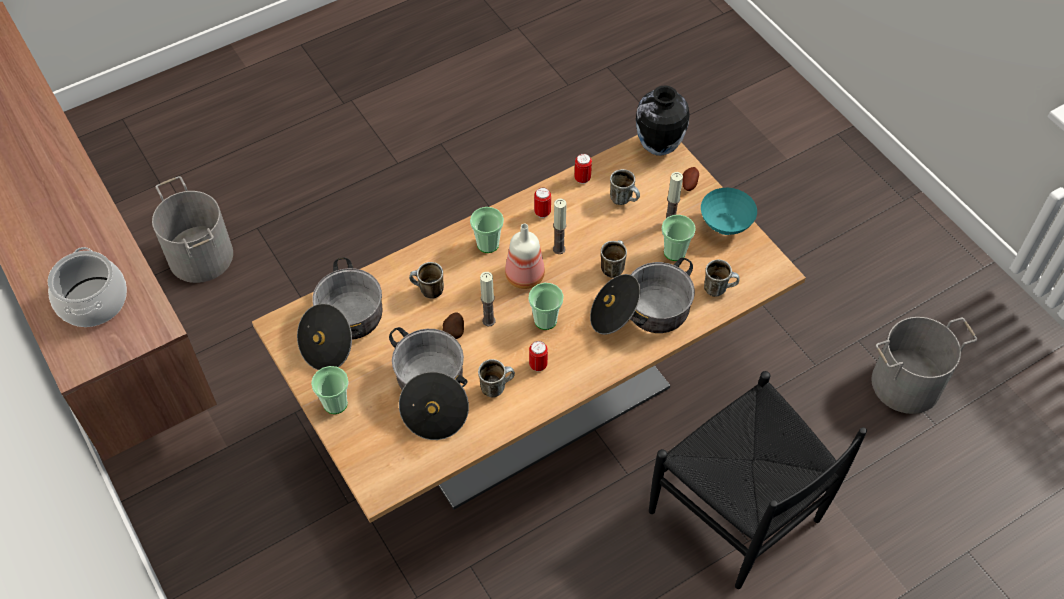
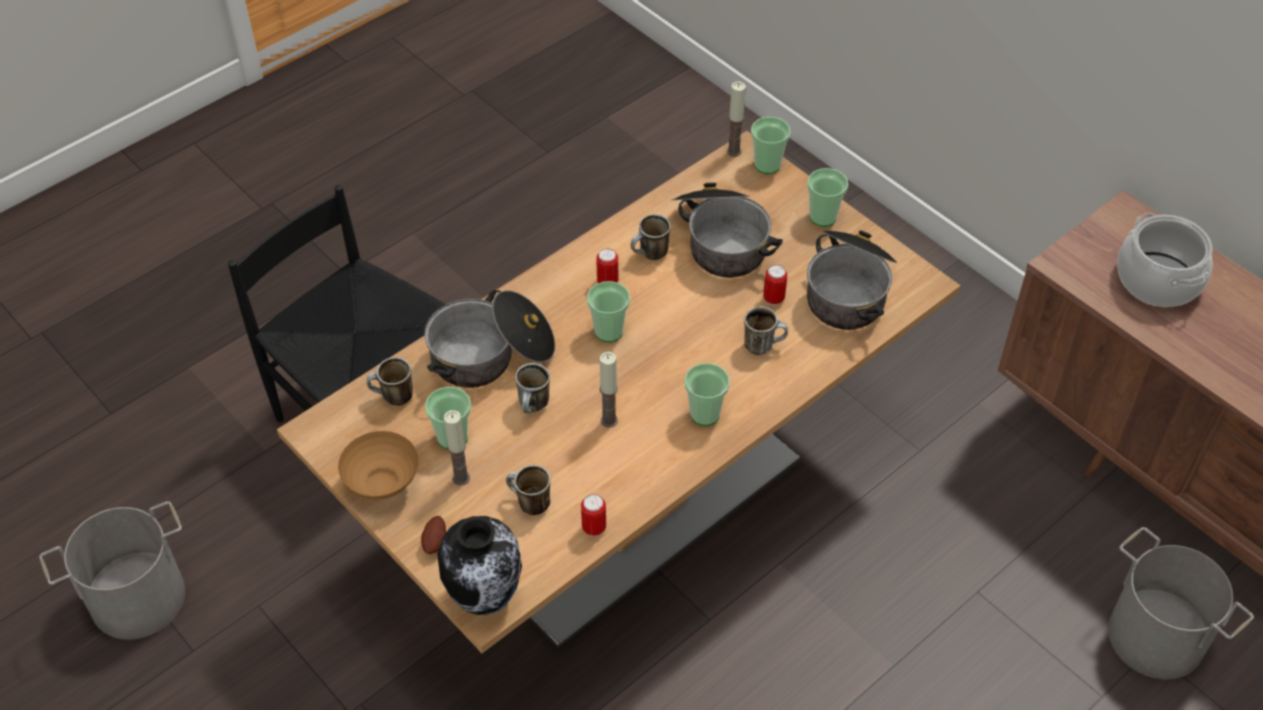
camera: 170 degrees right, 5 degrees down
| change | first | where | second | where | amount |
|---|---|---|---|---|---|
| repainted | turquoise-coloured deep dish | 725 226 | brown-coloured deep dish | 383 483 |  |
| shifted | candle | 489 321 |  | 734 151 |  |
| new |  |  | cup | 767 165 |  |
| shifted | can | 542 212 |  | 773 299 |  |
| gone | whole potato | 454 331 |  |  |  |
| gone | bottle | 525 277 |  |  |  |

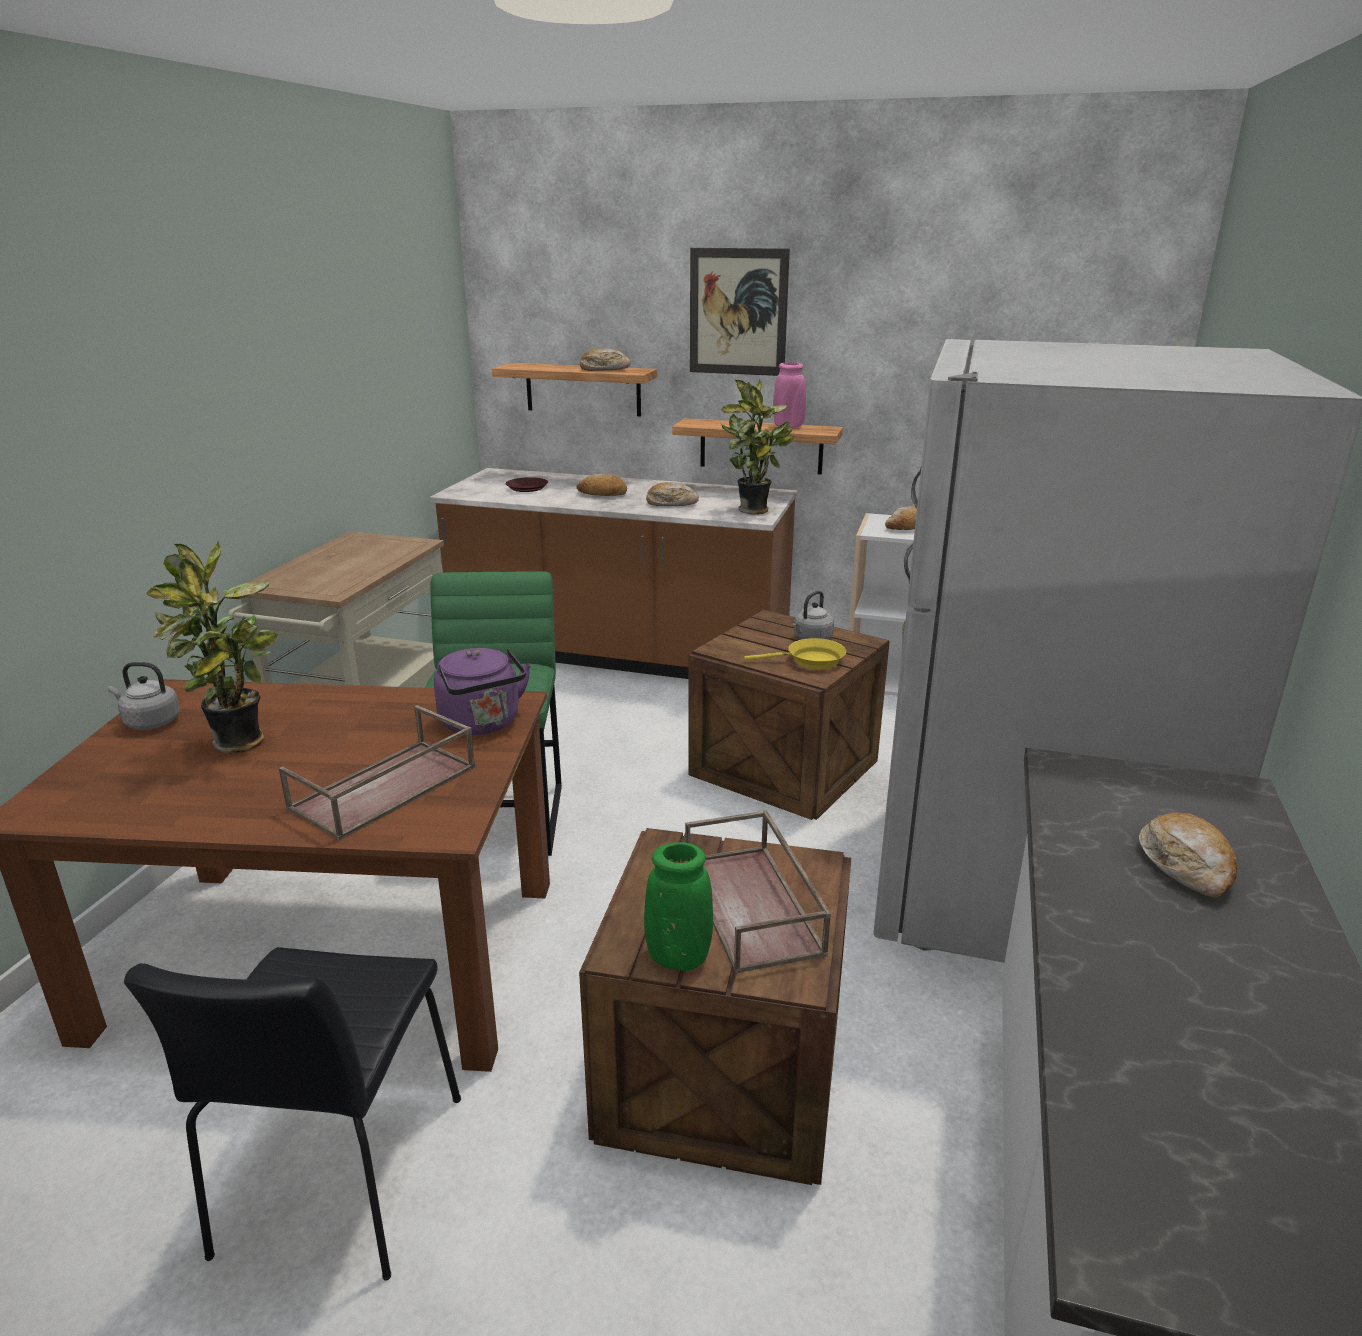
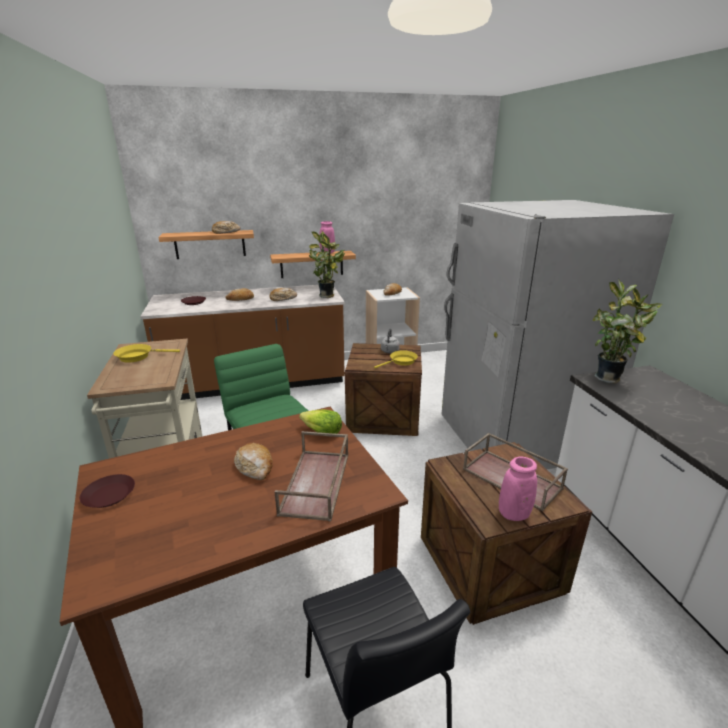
camera: 30 degrees left, 0 degrees up
| change | first | where | second | where | amount |
|---|---|---|---|---|---|
| swapped | grey water kettle | 149 722 | brown-coloured dinner plate | 108 495 |  |
| new |  |  | yellow-coloured frying pan | 138 356 |  |
| shifted | bread | 1186 866 |  | 255 467 |  |
| swapped | purple water kettle | 483 724 | head of lettuce | 321 432 |  |
| repainted | green vase | 678 957 | pinkish vase | 514 514 |  |
| shifted | plant in a pot | 240 745 |  | 610 379 |  |
| gone | picture | 738 312 |  |  |  |

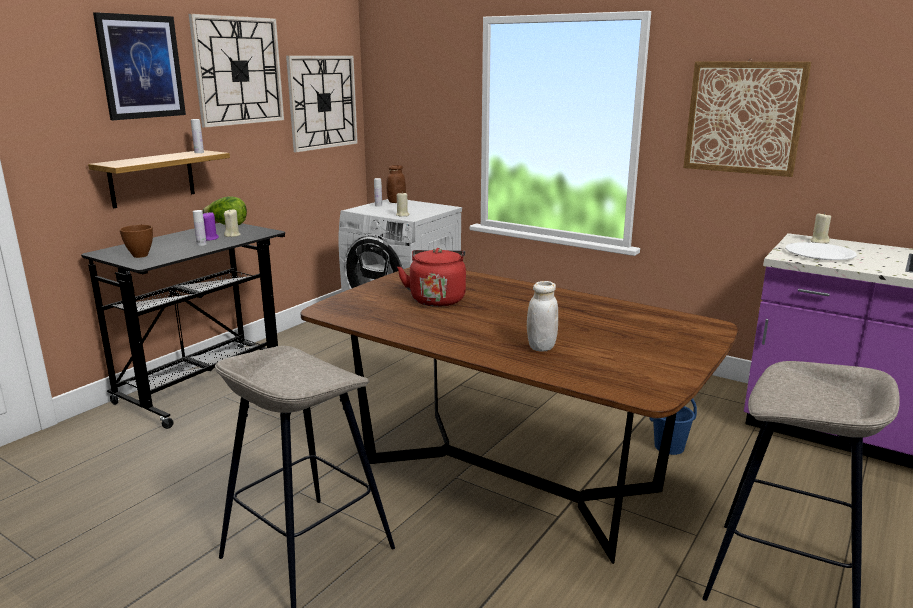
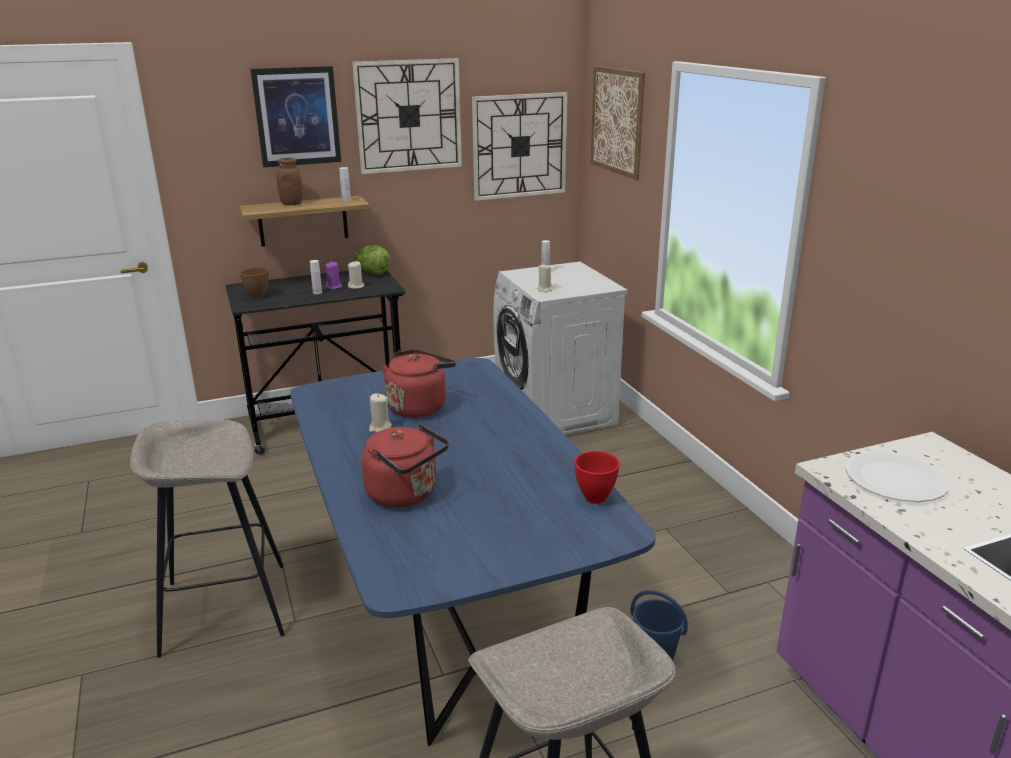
camera: 35 degrees right, 5 degrees up
| change | first | where | second | where | amount |
|---|---|---|---|---|---|
| shifted | brown-coloured jar | 396 202 |  | 292 204 |  |
| repainted | brown-coloured dinner table | 509 476 | blue dinner table | 452 613 |  |
| swapped | whitish jar | 541 347 | reddish water kettle | 406 494 |  |
| shifted | beige candle | 819 241 |  | 380 428 |  |
| new |  |  | reddish deep dish | 594 498 |  |
| shifted | picture | 743 116 |  | 617 120 |  |

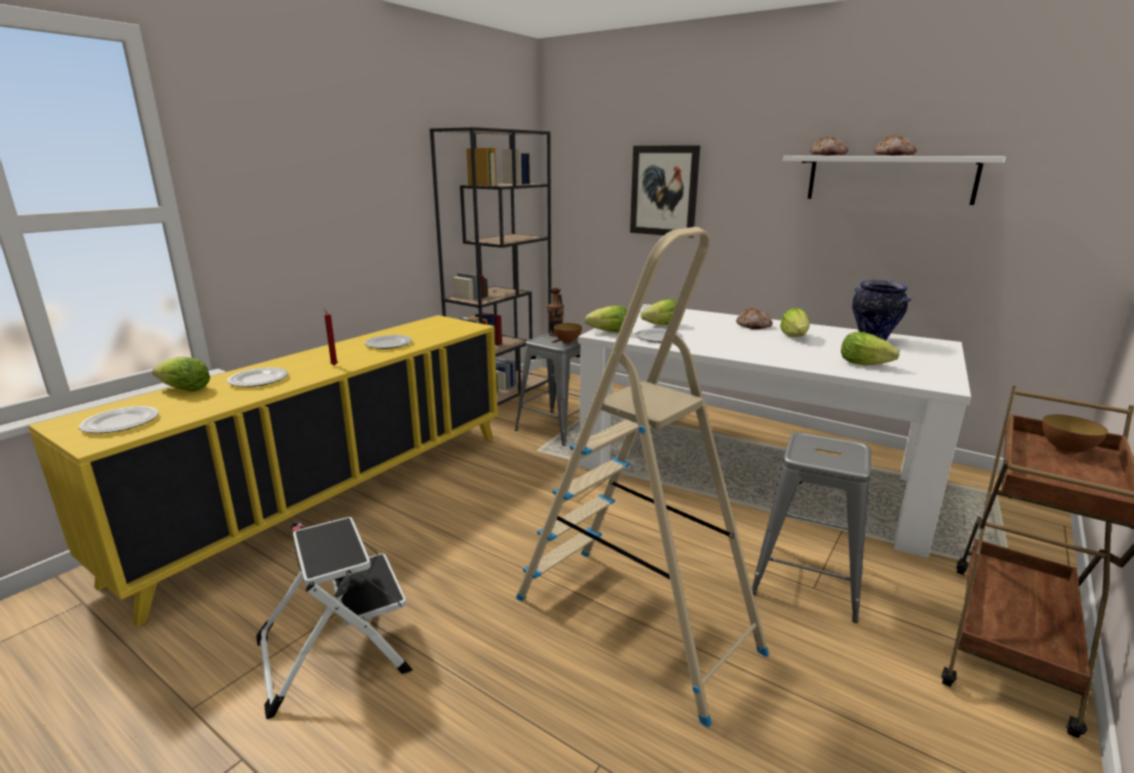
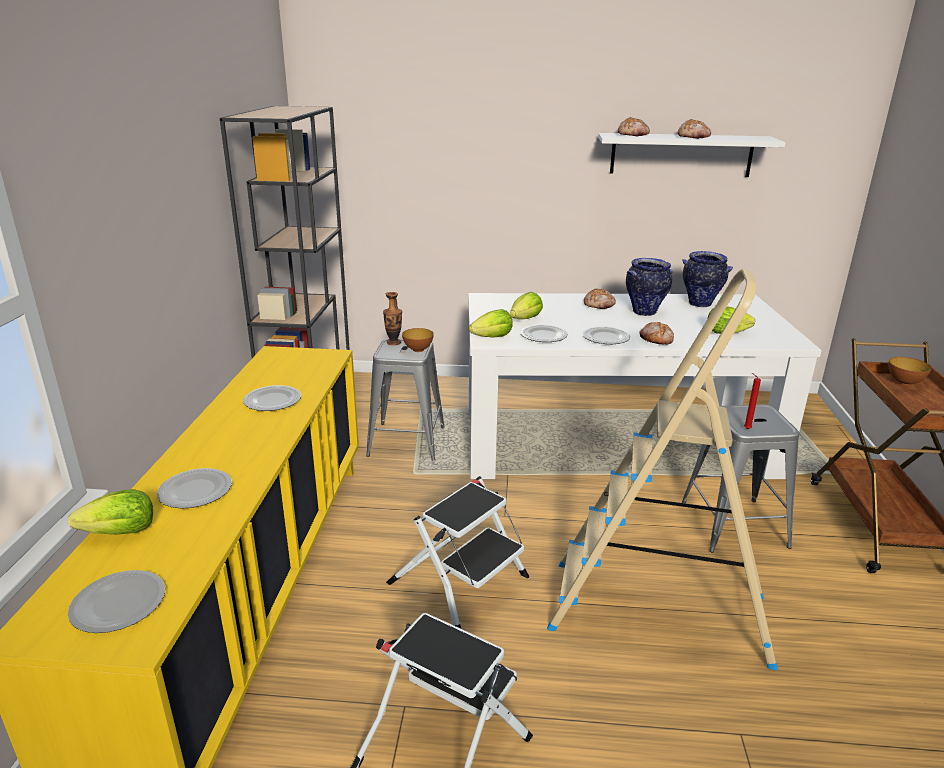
camera: 30 degrees left, 5 degrees up
| change | first | where | second | where | amount |
|---|---|---|---|---|---|
| new |  |  | step ladder | 458 582 |  |
| new |  |  | dinner plate | 606 337 |  |
| swapped | head of lettuce | 794 337 | vase | 645 312 |  |
| new |  |  | bread | 656 339 |  |
| shifted | reddish candle | 333 365 |  | 746 429 |  |
| gone | picture | 664 191 |  |  |  |

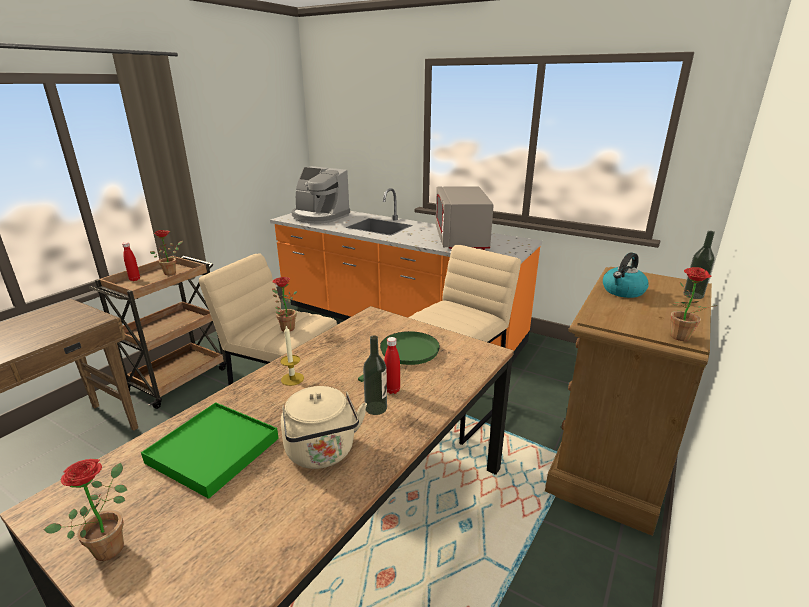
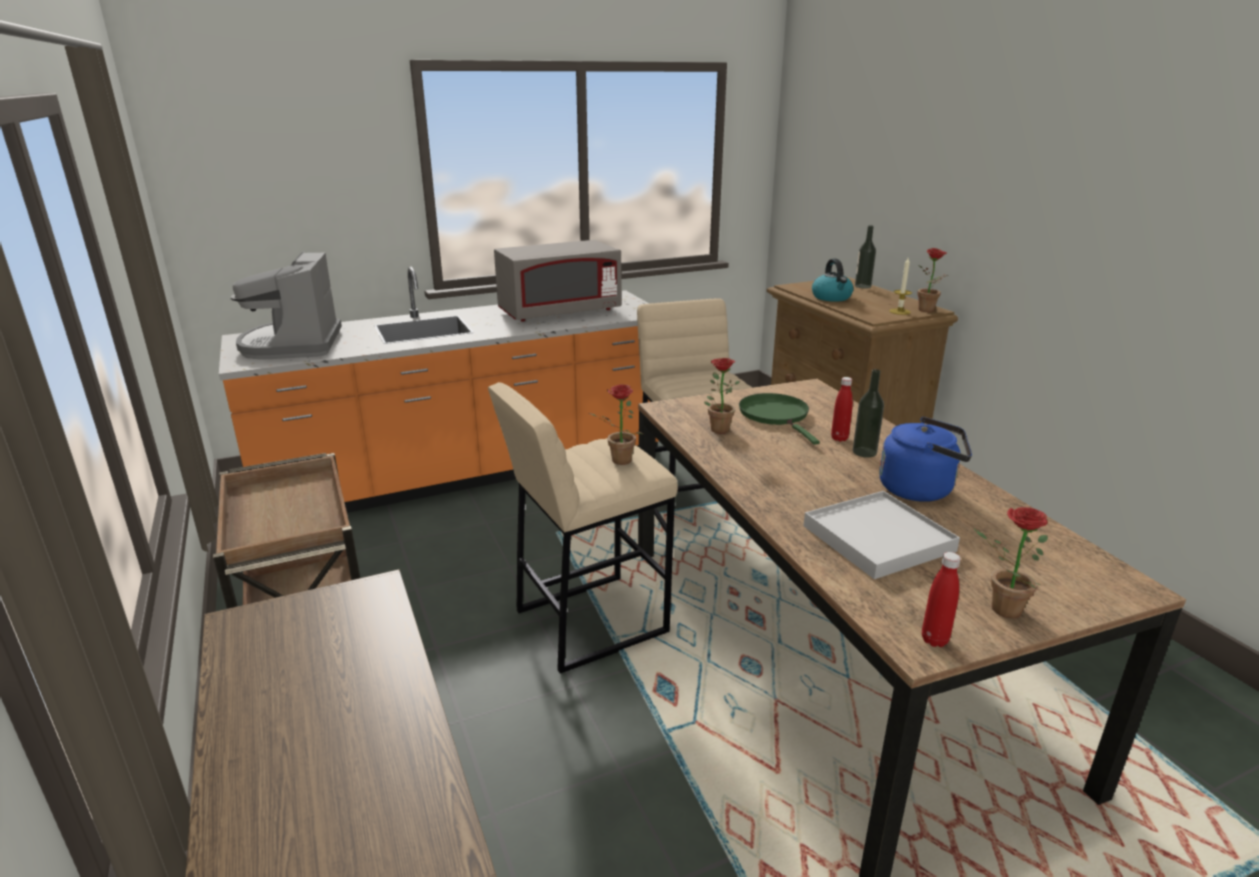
camera: 55 degrees left, 0 degrees up
| change | first | where | second | where | amount |
|---|---|---|---|---|---|
| rotated | coffee brewer | 319 216 |  | 293 345 | 105 degrees clockwise |
| rotated | grey microwave | 460 240 |  | 559 312 | 60 degrees counterclockwise |
| shifted | plant in a pot | 172 272 |  | 717 428 |  |
| repainted | green tray | 214 450 | whitish tray | 878 538 |  |
| repainted | beige water kettle | 322 453 | blue water kettle | 920 489 |  |
| shifted | candle | 292 379 |  | 899 311 |  |
| shifted | reddish bottle | 135 279 |  | 934 640 |  |

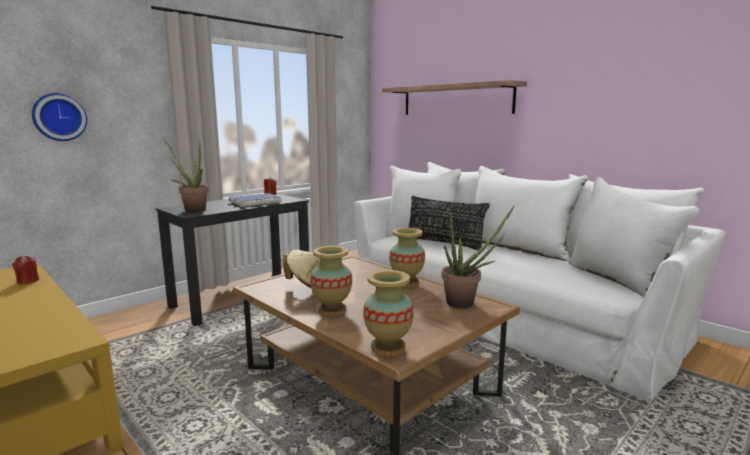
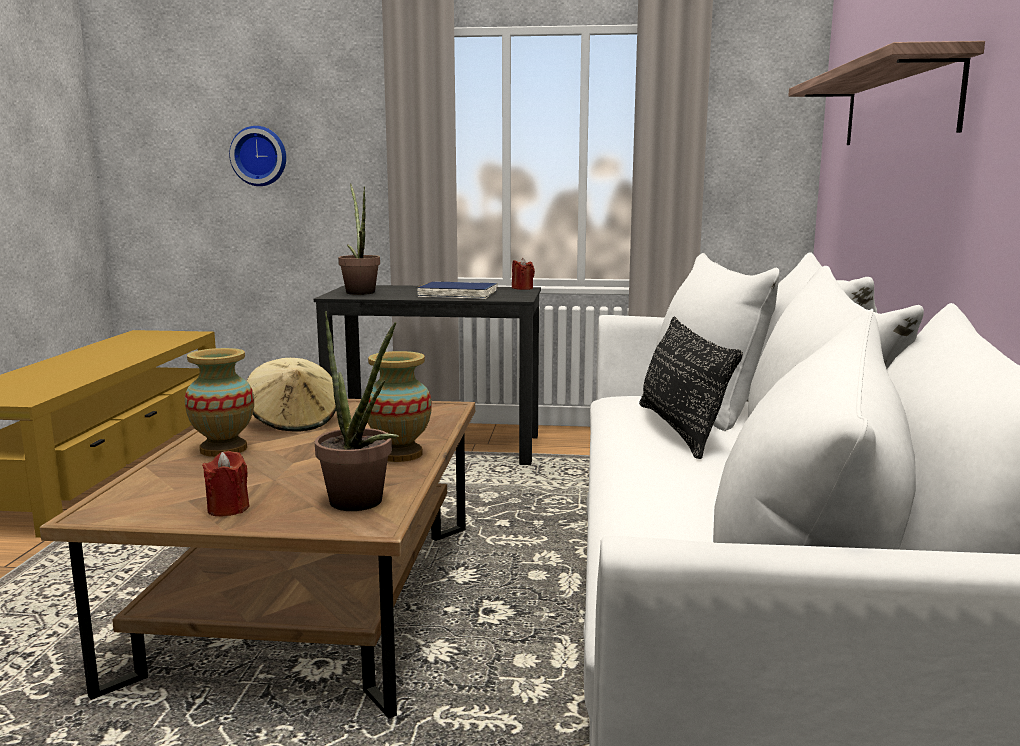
camera: 50 degrees right, 0 degrees up
| change | first | where | second | where | amount |
|---|---|---|---|---|---|
| shifted | reddish candle | 28 281 |  | 228 509 |  |
| gone | vase | 388 347 |  |  |  |

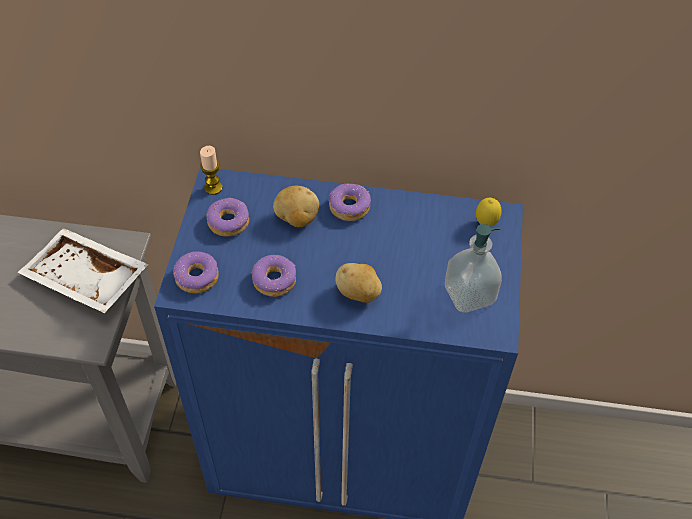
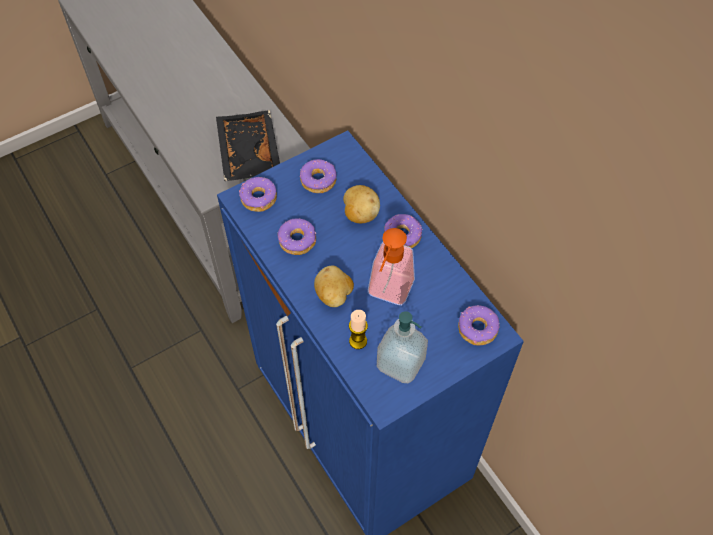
camera: 50 degrees right, 5 degrees up
| change | first | where | second | where | amount |
|---|---|---|---|---|---|
| repainted | whitish tray | 85 280 | black tray | 247 154 |  |
| shifted | candle | 213 188 |  | 358 341 |  |
| new |  |  | soap dispenser | 388 293 |  |
| swapped | whole lemon | 486 223 | donut | 477 329 |  |

